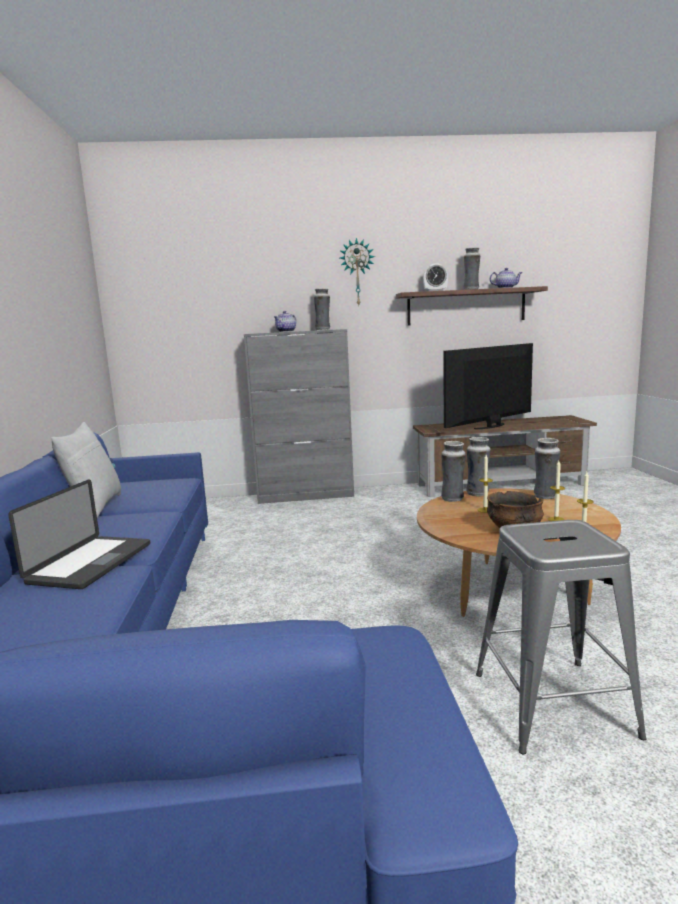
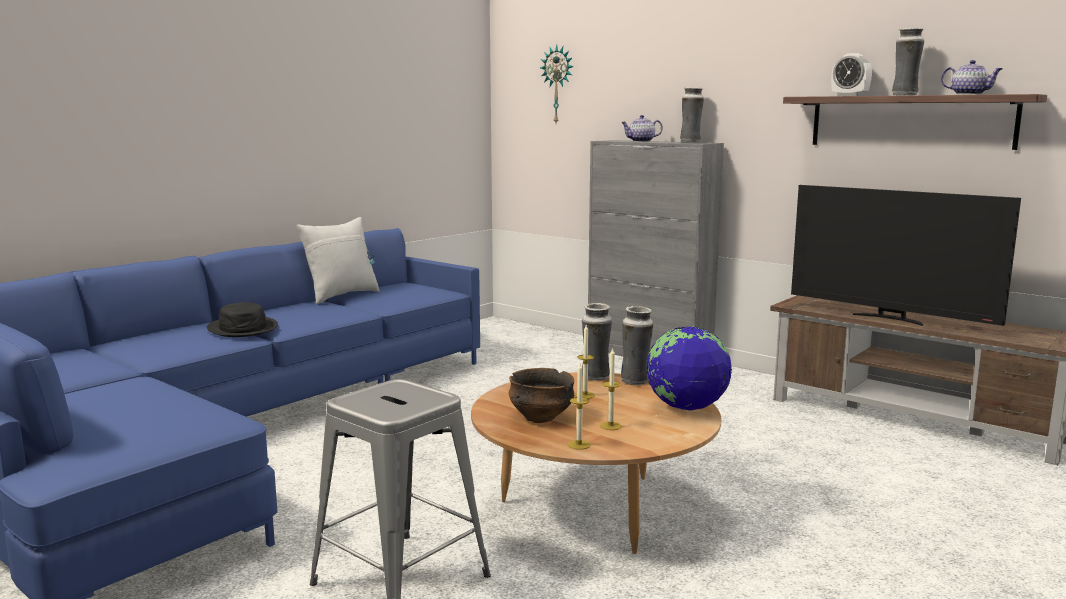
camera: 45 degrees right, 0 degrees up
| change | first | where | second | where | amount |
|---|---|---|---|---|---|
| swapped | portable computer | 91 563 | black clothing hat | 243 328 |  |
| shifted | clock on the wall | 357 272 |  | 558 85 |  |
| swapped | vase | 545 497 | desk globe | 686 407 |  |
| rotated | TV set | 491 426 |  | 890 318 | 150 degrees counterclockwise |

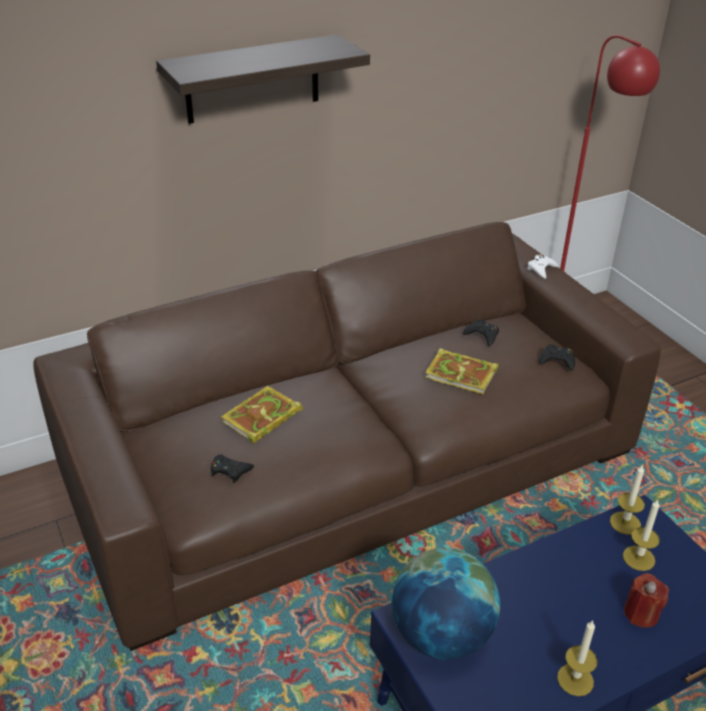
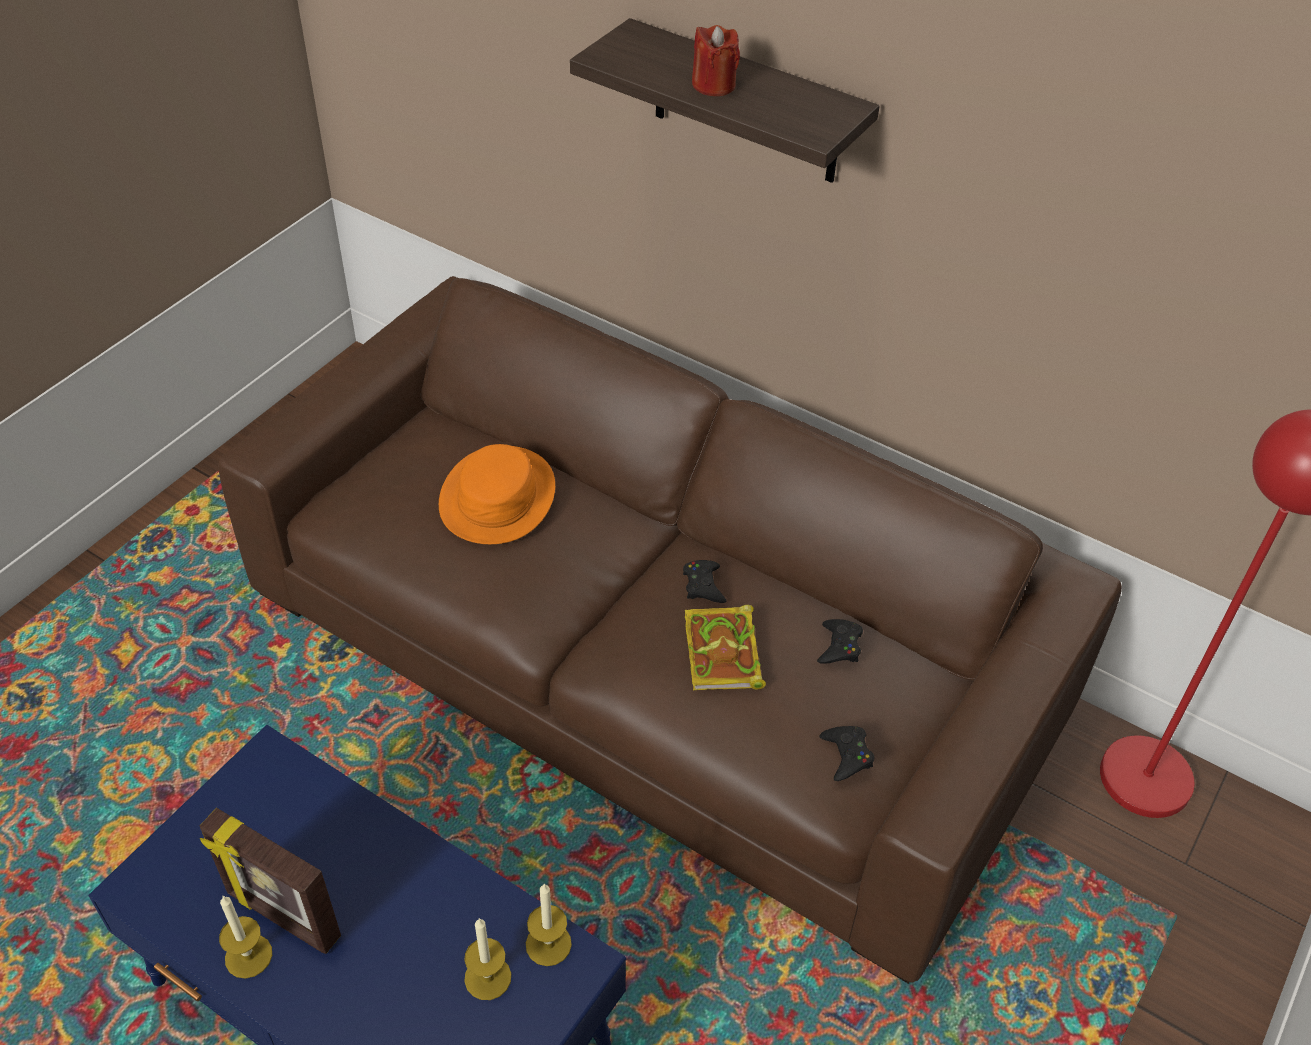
camera: 60 degrees right, 10 degrees up
| change | first | where | second | where | amount |
|---|---|---|---|---|---|
| new |  |  | standing frame | 282 916 |  |
| swapped | bound book | 261 418 | orange-coloured clothing hat | 497 497 |  |
| shifted | black joypad | 230 471 |  | 703 585 |  |
| shifted | reddish candle | 641 613 |  | 713 85 |  |
| gone | desk globe | 441 635 |  |  |  |
| gone | whitish joypad | 541 269 |  |  |  |

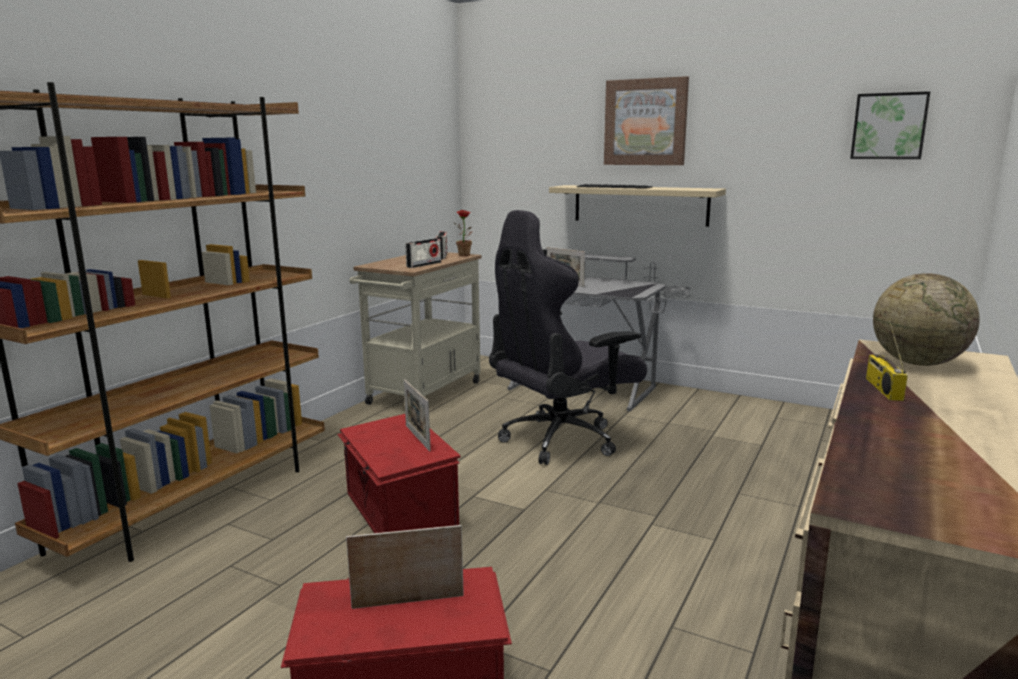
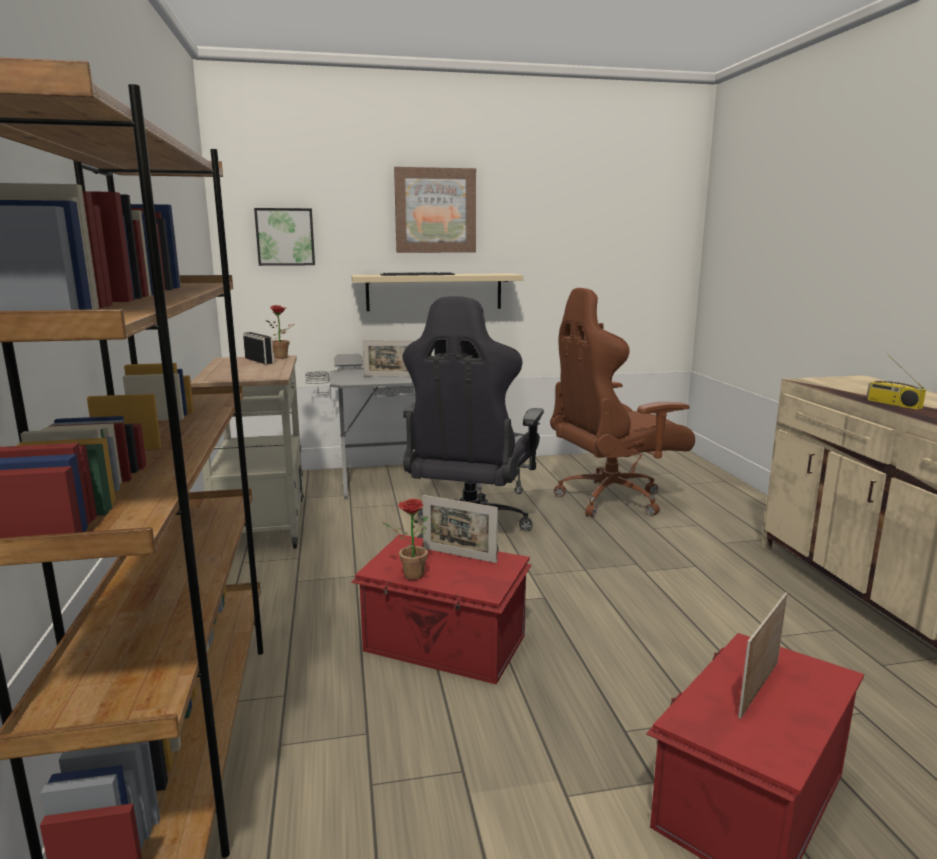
camera: 40 degrees left, 0 degrees up
| change | first | where | second | where | amount |
|---|---|---|---|---|---|
| shifted | picture | 889 126 |  | 285 237 |  |
| new |  |  | plant in a pot | 409 575 |  |
| new |  |  | brown-coloured computer chair | 615 498 |  |
| gone | radio | 424 264 |  |  |  |
| gone | desk globe | 917 363 |  |  |  |

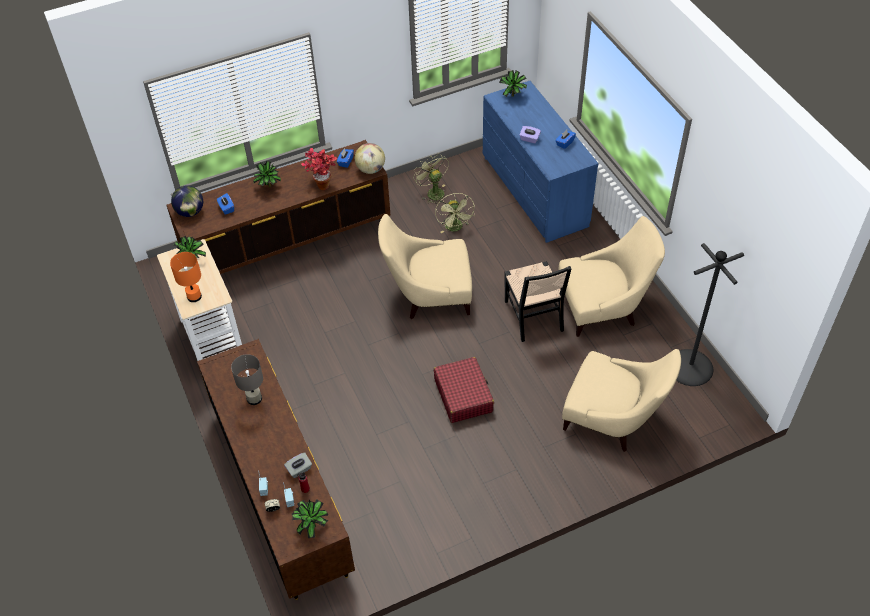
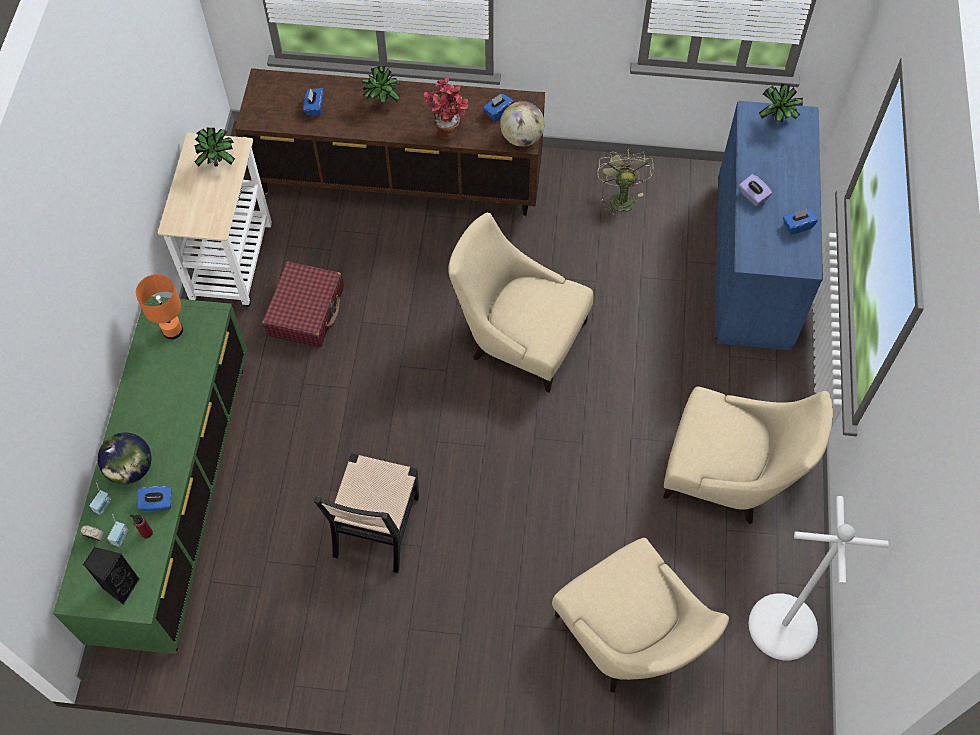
camera: 30 degrees right, 10 degrees up
| change | first | where | second | where | amount |
|---|---|---|---|---|---|
| repainted | brown-coloured storage cabinet | 281 492 | green storage cabinet | 178 500 |  |
| swapped | plant in a pot | 312 526 | black speaker | 120 586 |  |
| shifted | desk globe | 190 212 |  | 131 469 |  |
| shifted | orange-coloured lamp for a table | 194 296 |  | 172 330 |  |
| repainted | grey box of tissues | 299 469 | blue box of tissues | 157 503 |  |
| shifted | reddish suitcase | 463 395 |  | 306 311 |  |
| shifted | chair | 533 316 |  | 377 527 |  |
| repainted | black clothes rack | 690 367 | whitish clothes rack | 783 626 |  |
| gone | grey lamp for a table | 254 399 |  |  |  |
| gone | green fan | 455 228 |  |  |  |

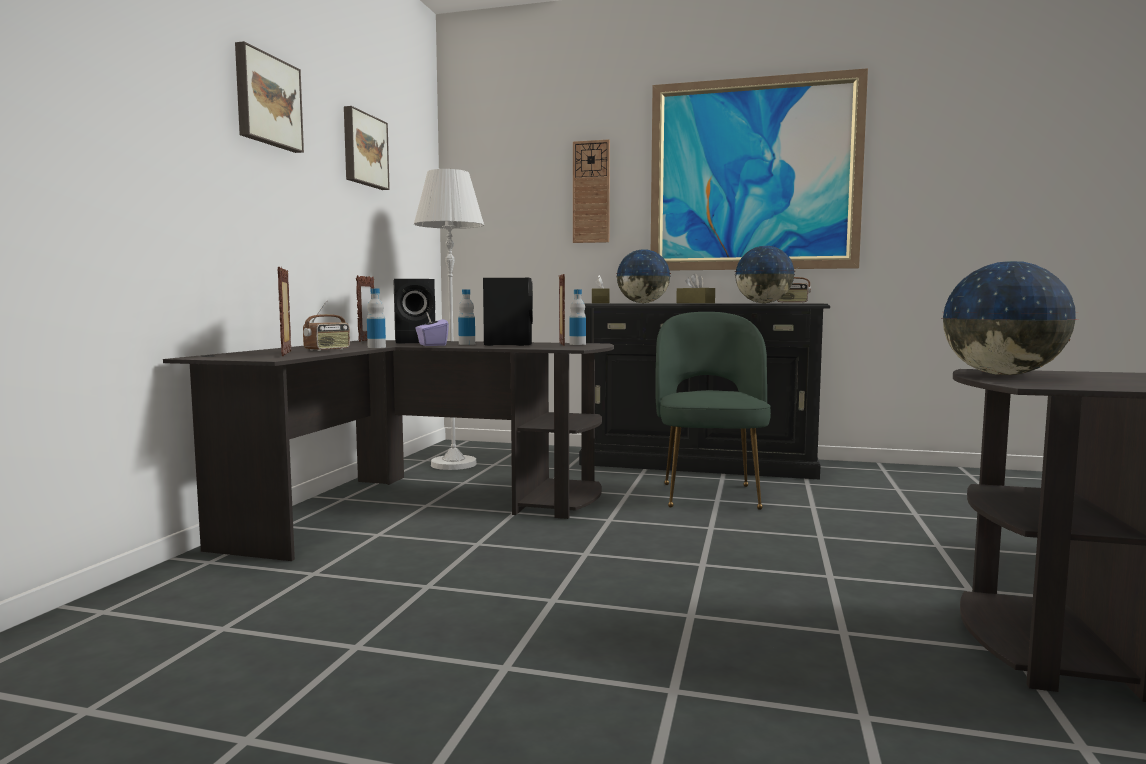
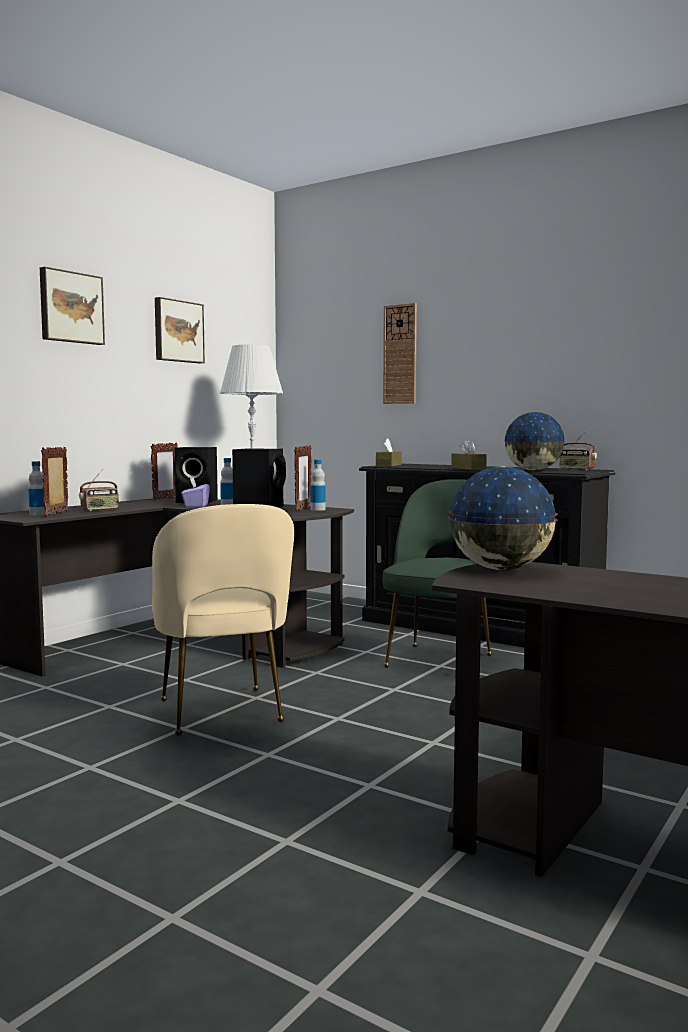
camera: 20 degrees right, 0 degrees up
| change | first | where | second | where | amount |
|---|---|---|---|---|---|
| shifted | bottle | 376 347 |  | 38 514 |  |
| new |  |  | beige chair | 222 715 |  |
| gone | desk globe | 642 303 |  |  |  |
| gone | picture | 753 174 |  |  |  |

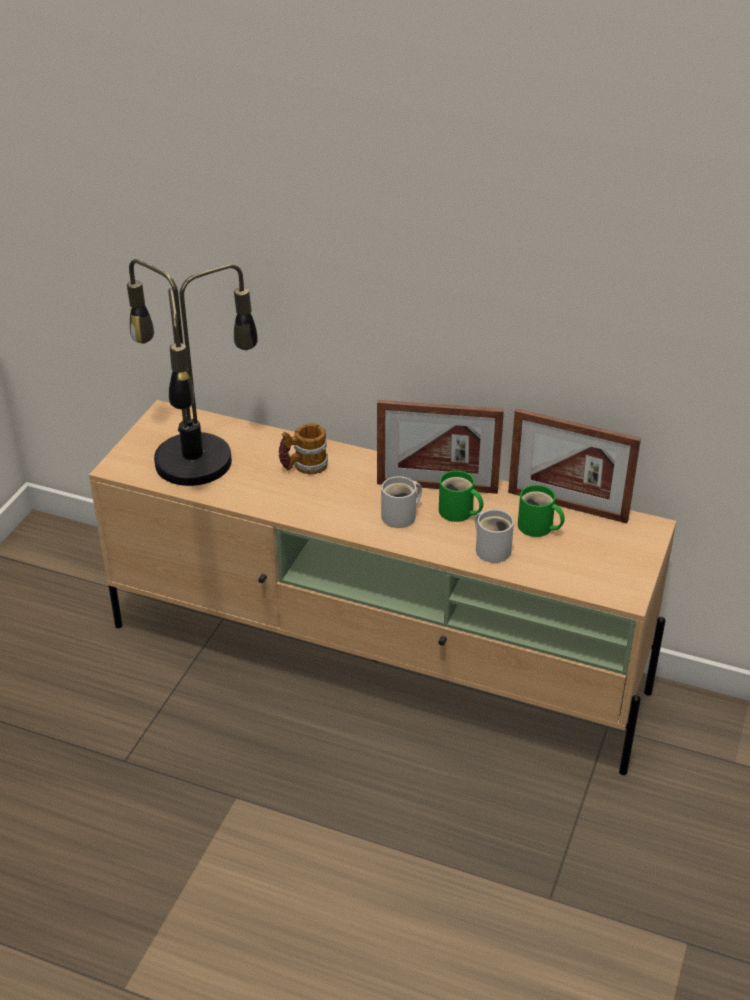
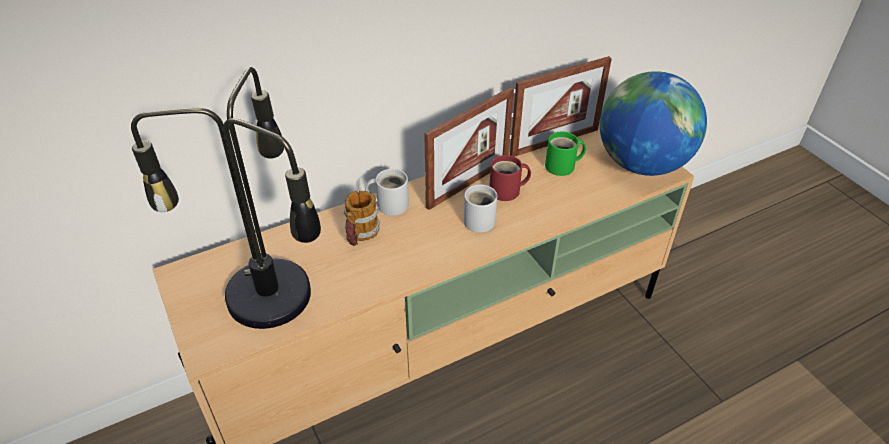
camera: 50 degrees left, 5 degrees up
| change | first | where | second | where | amount |
|---|---|---|---|---|---|
| shifted | whitish mug | 492 548 |  | 390 204 |  |
| repainted | green mug | 458 513 | reddish mug | 507 191 |  |
| new |  |  | desk globe | 641 164 |  |

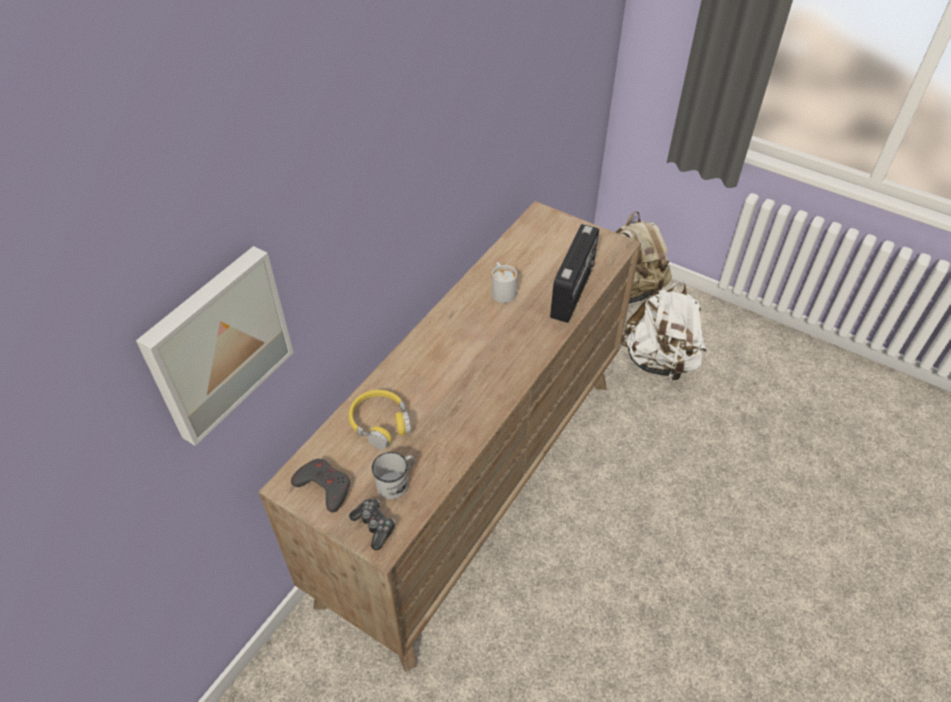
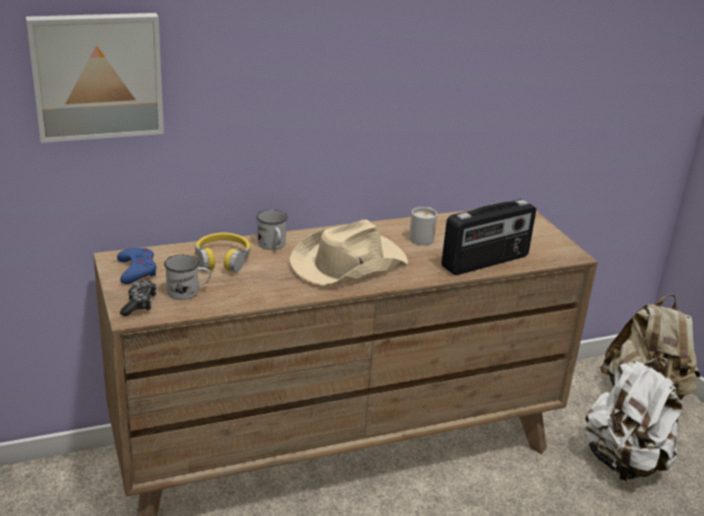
camera: 35 degrees right, 20 degrees down
| change | first | where | second | where | amount |
|---|---|---|---|---|---|
| repainted | grey joypad | 324 486 | blue joypad | 137 270 |  |
| new |  |  | whitish mug | 273 246 |  |
| new |  |  | beige clothing hat | 347 264 |  |

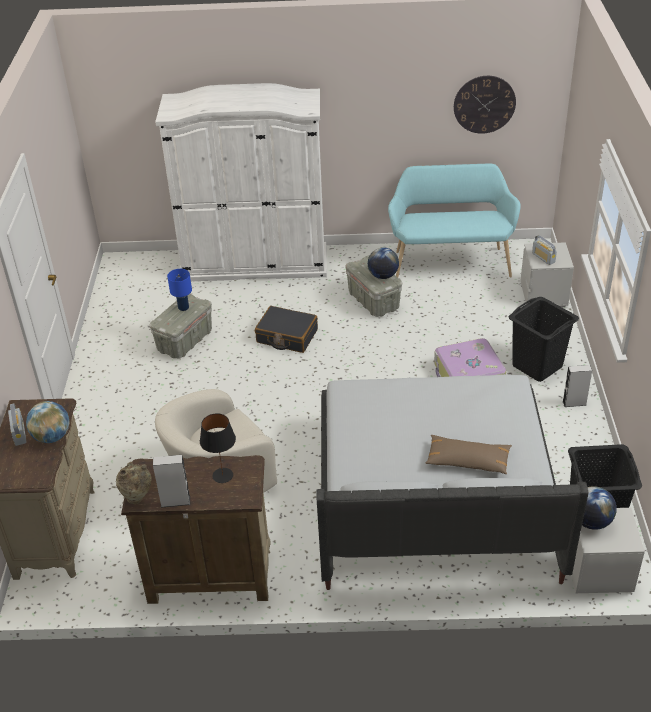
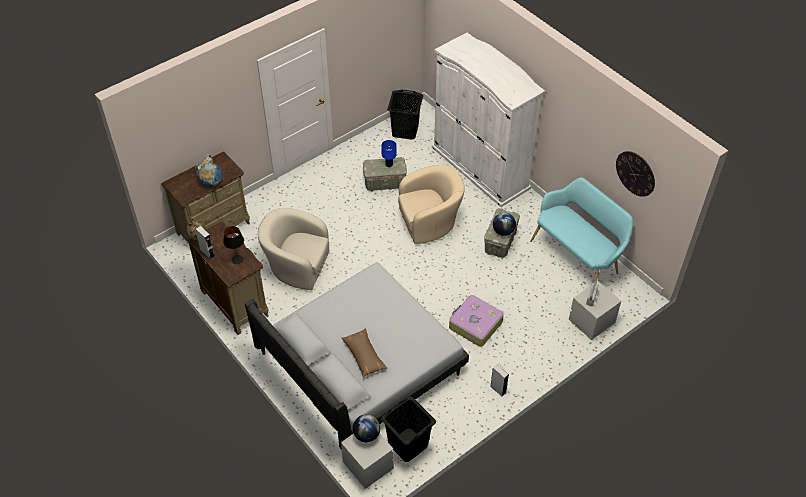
camera: 50 degrees right, 10 degrees up
| change | first | where | second | where | amount |
|---|---|---|---|---|---|
| shifted | black laundry basket | 537 365 |  | 405 130 |  |
| swapped | black suitcase | 287 336 | beige lounge chair | 430 223 |  |

